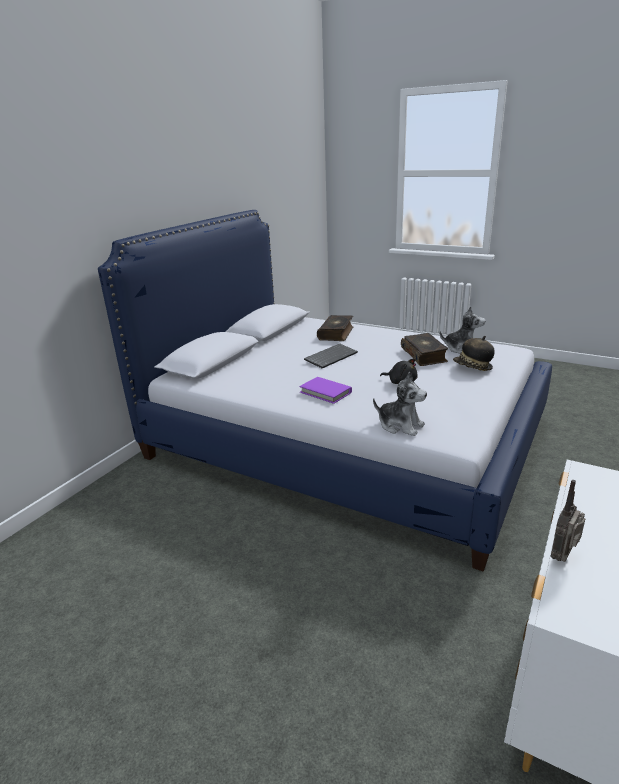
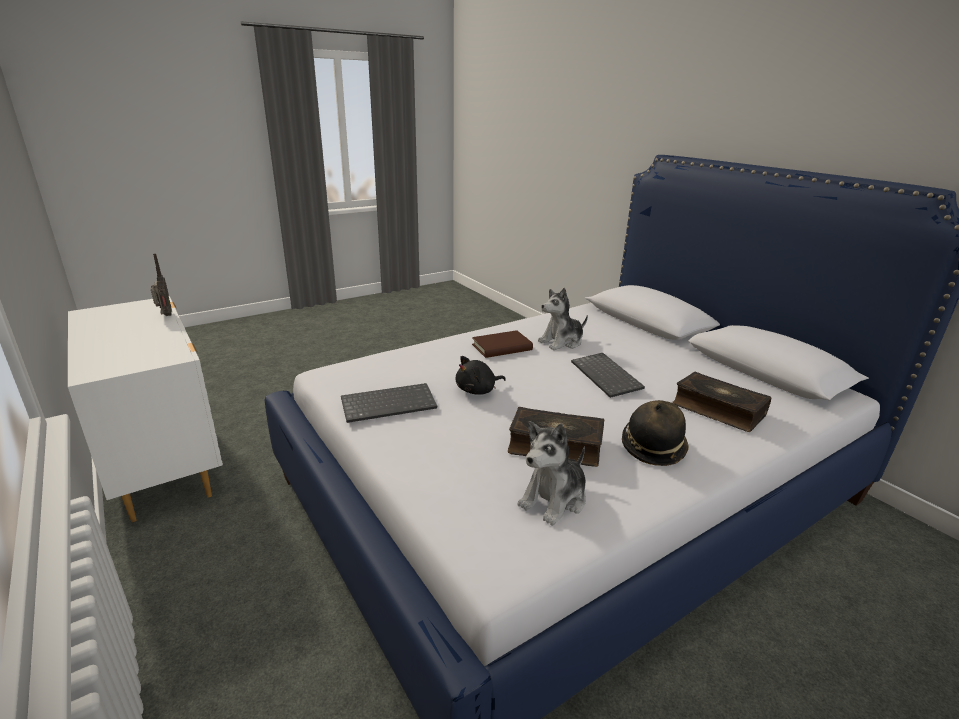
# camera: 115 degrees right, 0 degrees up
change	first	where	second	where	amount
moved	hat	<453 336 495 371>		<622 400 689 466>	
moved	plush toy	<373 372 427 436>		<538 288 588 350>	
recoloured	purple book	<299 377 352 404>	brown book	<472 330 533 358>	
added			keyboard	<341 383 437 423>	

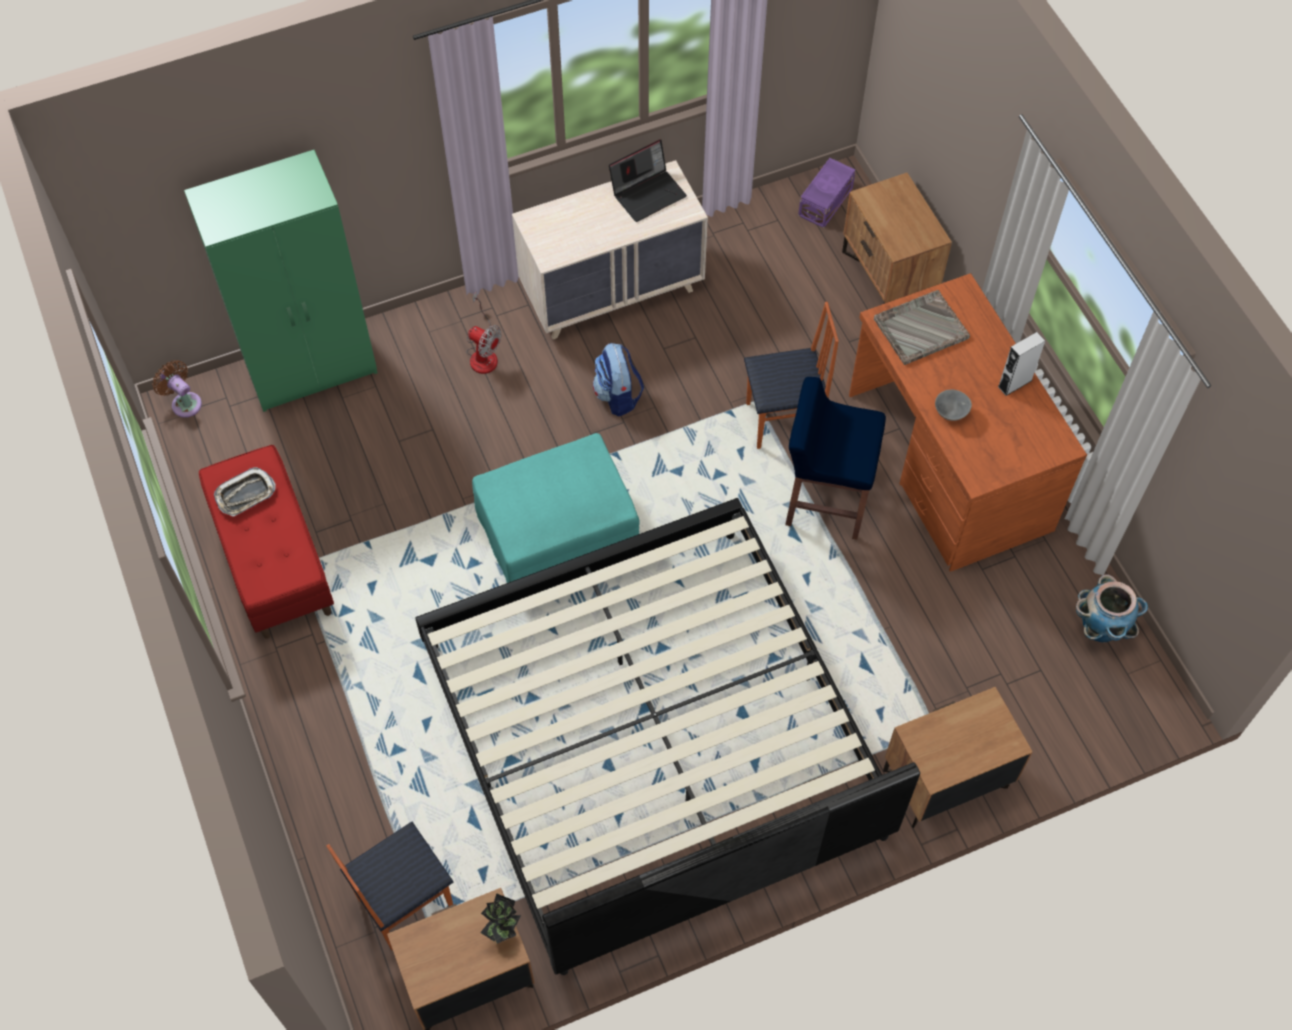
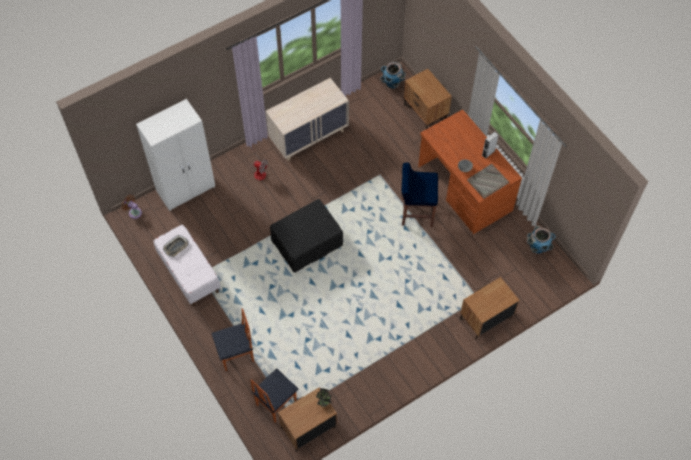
# camera: 10 degrees left, 0 degrees up
change	first	where	second	where	amount
removed	laptop	<609 139 687 222>			
recoloured	green wardrobe	<184 150 377 412>	white wardrobe	<136 99 215 211>	
replaced	purple storage box	<798 158 856 228>	planter	<380 62 406 89>	
moved	grey tray	<874 290 970 365>		<467 164 509 199>	
moved	chair	<744 302 839 449>		<212 308 254 371>	
removed	backpack	<593 343 644 416>			
recoloured	turquoise ottoman	<472 433 640 583>	black ottoman	<270 199 343 273>	
recoloured	red bench	<199 445 334 639>	white bench	<154 225 221 307>	
removed	bed	<415 498 920 975>			

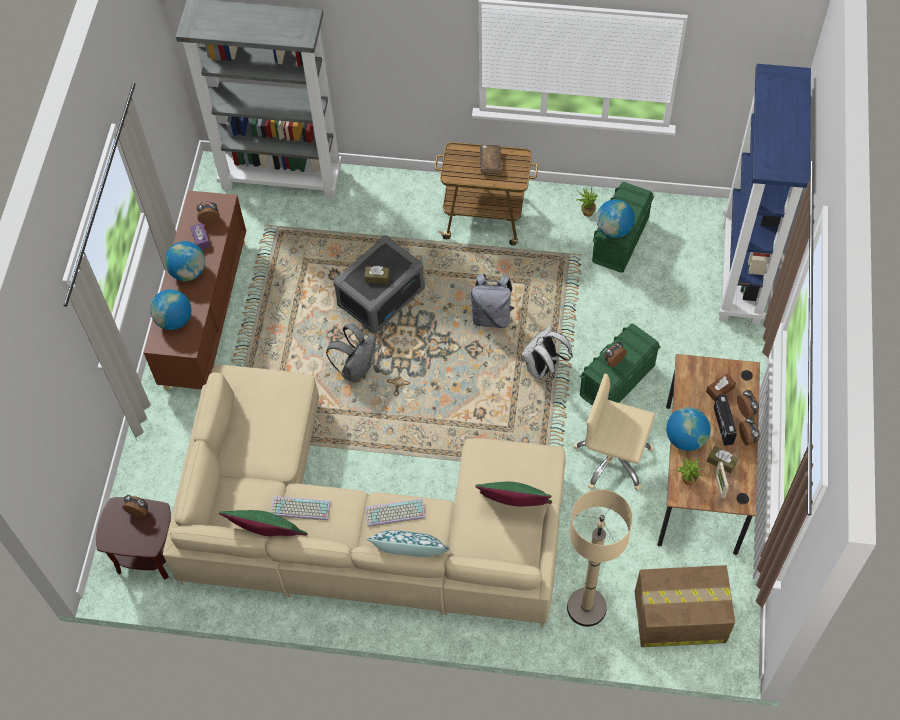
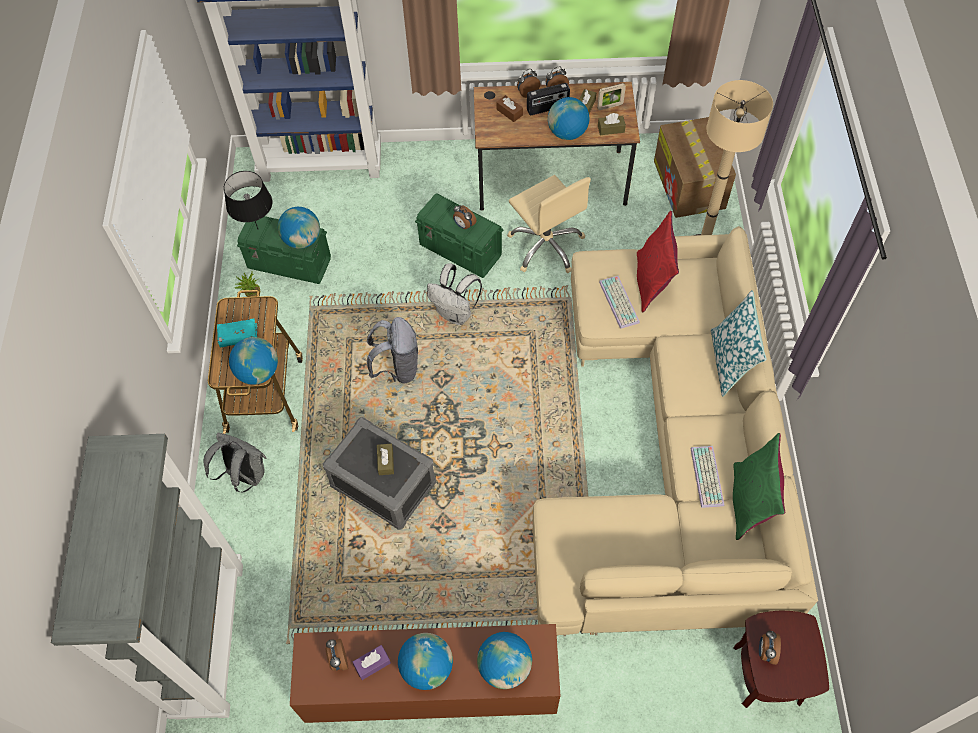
# camera: 100 degrees left, 0 degrees up
change	first	where	second	where	amount
recoloured	brown book	<480 145 502 175>	turquoise book	<217 318 257 348>	
moved	grey backpack	<326 323 376 383>		<204 433 267 492>	
turned	beige office chair	<573 373 655 490>		<507 175 591 273>	45 degrees counterclockwise
replaced	potted plant	<676 457 706 485>	brown tissue box	<598 113 626 135>	
recoloured	green pillow	<476 482 552 506>	red pillow	<637 211 679 312>	
moved	keyboard	<365 499 426 526>		<599 276 640 329>	
added			black table lamp	<224 171 273 229>	
added			globe	<229 337 278 385>	

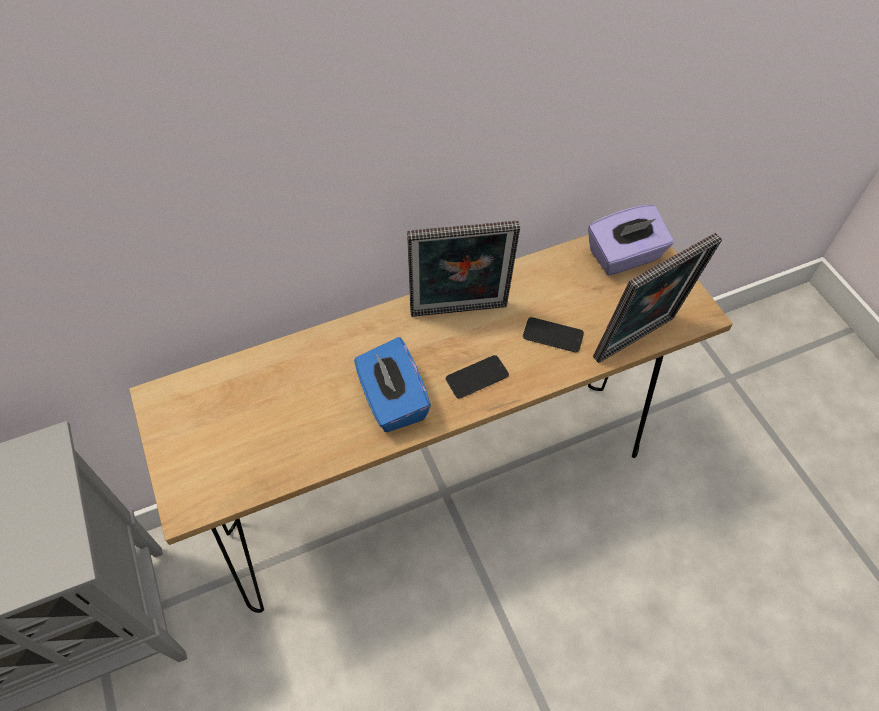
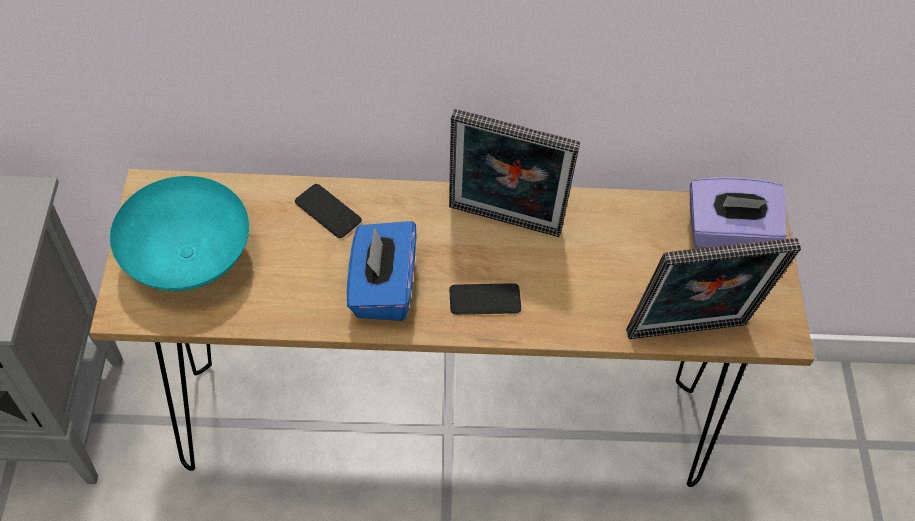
# camera: 20 degrees right, 0 degrees up
change	first	where	second	where	amount
moved	phone	<523 317 584 352>		<295 184 362 238>	
added			turquoise bowl	<110 176 249 291>	

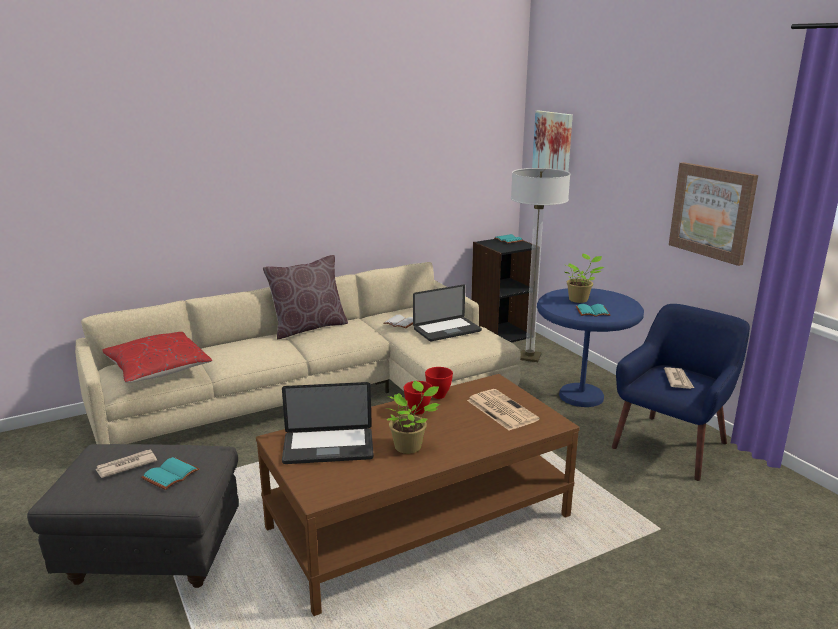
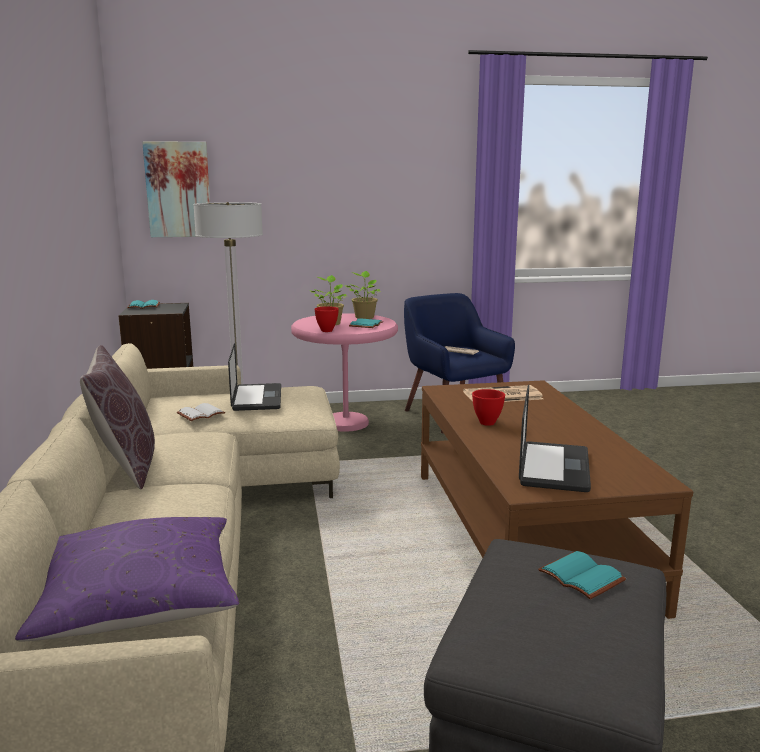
# camera: 70 degrees left, 5 degrees down
change	first	where	second	where	amount
removed	picture	<669 162 758 266>			
recoloured	blue side table	<537 288 644 407>	pink side table	<291 313 398 432>	
recoloured	red pillow	<102 332 213 383>	purple pillow	<15 517 239 641>	
moved	red bowl	<425 367 453 399>		<314 306 339 332>	
moved	potted plant	<386 381 440 454>		<345 271 381 319>	
removed	newspaper	<95 450 157 478>			

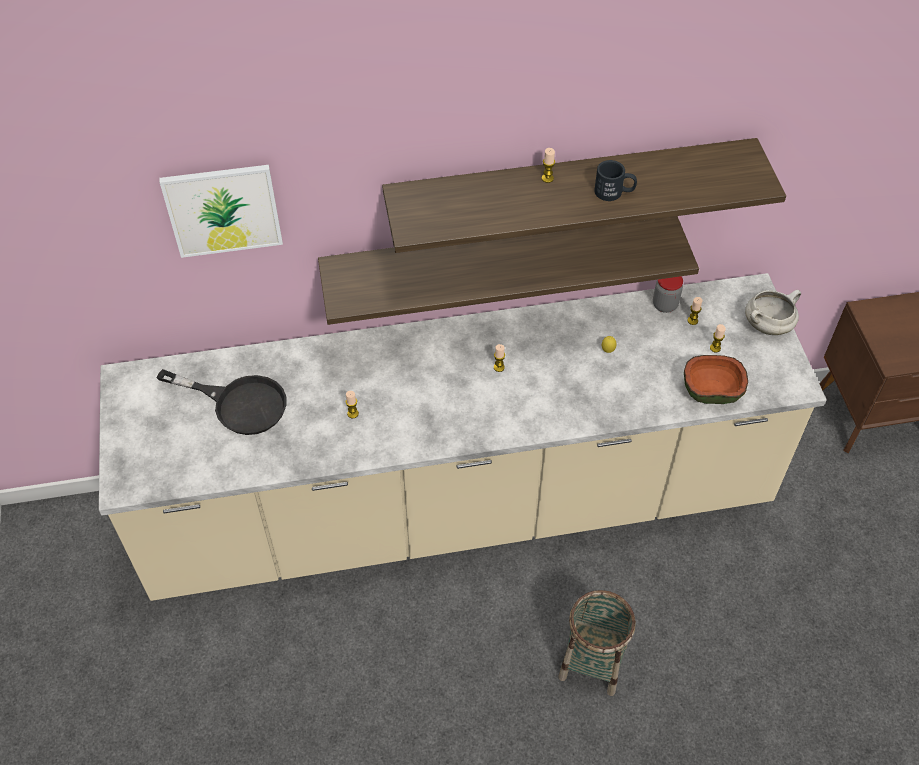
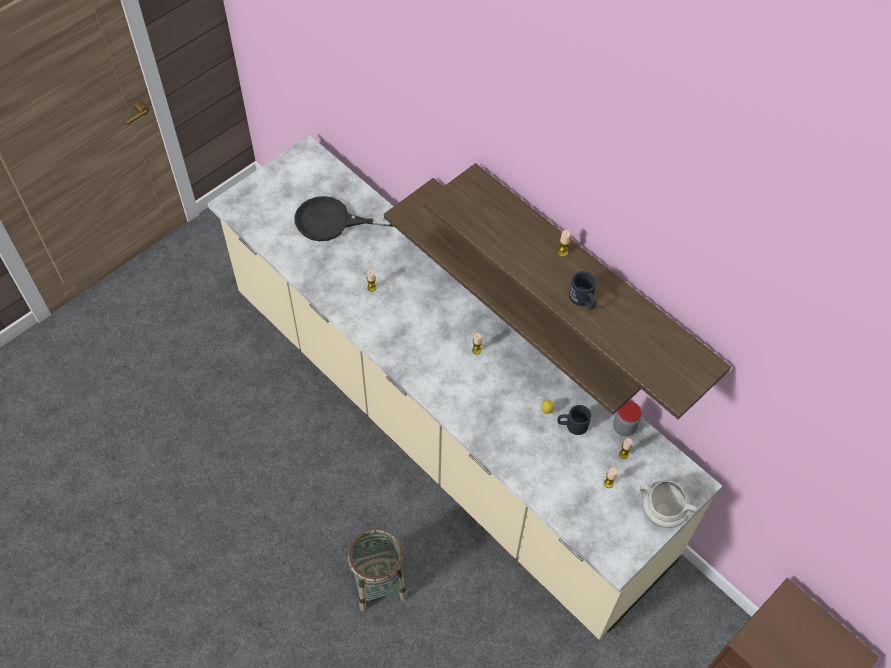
# camera: 55 degrees right, 5 degrees up
change	first	where	second	where	amount
removed	picture	<159 165 283 258>			
removed	bowl	<684 355 748 404>			
turned	black frying pan	<157 369 287 435>		<294 196 394 241>	105 degrees clockwise
added			black mug	<557 405 591 435>	

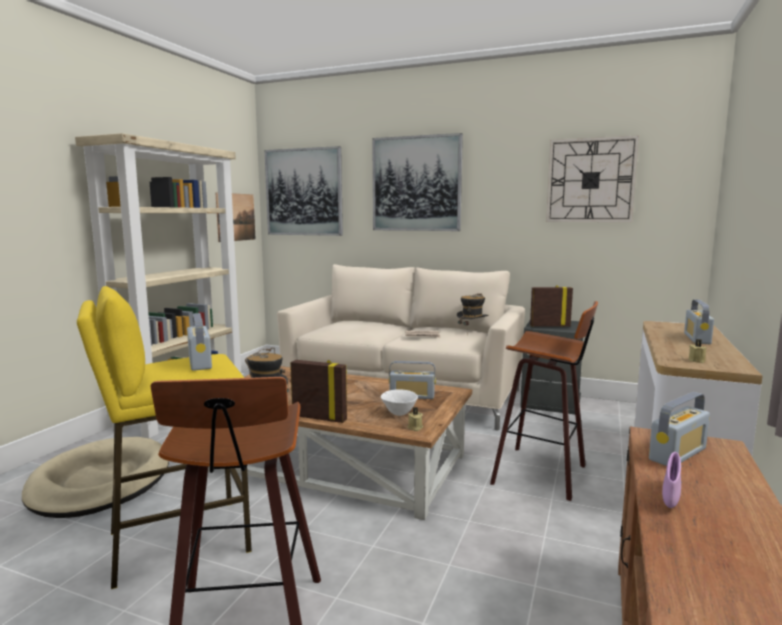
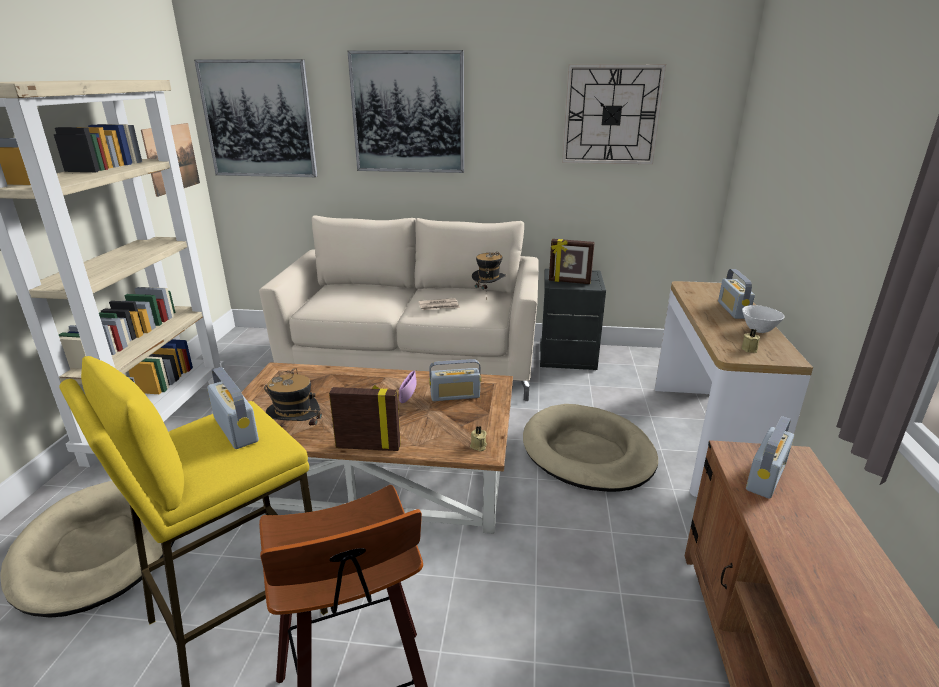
# camera: 15 degrees left, 15 degrees up
change	first	where	second	where	amount
turned	picture frame	<530 286 573 327>		<549 239 595 284>	150 degrees counterclockwise
replaced	stool	<490 301 598 501>	beige dog bed	<523 404 658 492>	
moved	white bowl	<381 389 418 416>		<742 305 785 333>	
moved	purple bowl	<662 452 681 508>		<399 370 417 403>	

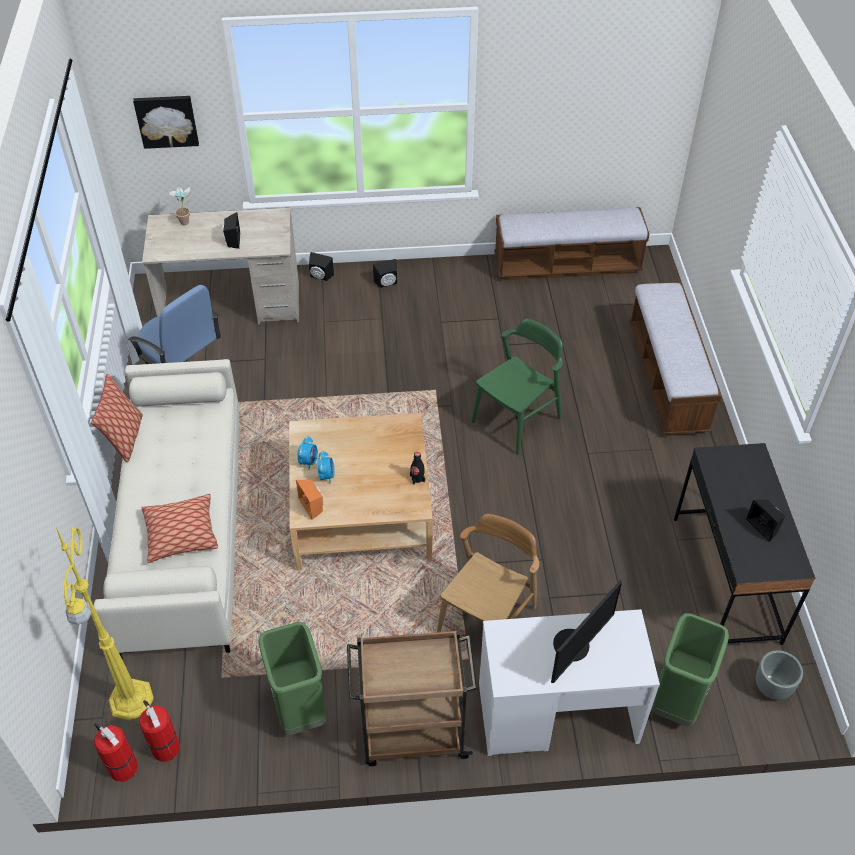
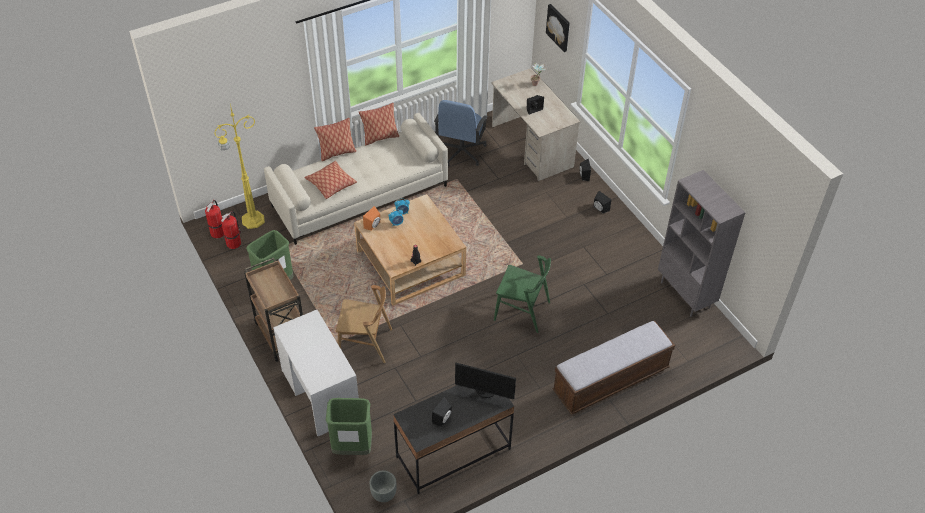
# camera: 65 degrees right, 0 degrees up
change	first	where	second	where	amount
replaced	bench	<494 207 649 281>	grey bookcase	<658 170 746 317>	
moved	monitor	<551 580 622 683>		<455 362 516 400>	
added			pillow	<314 118 356 161>	

